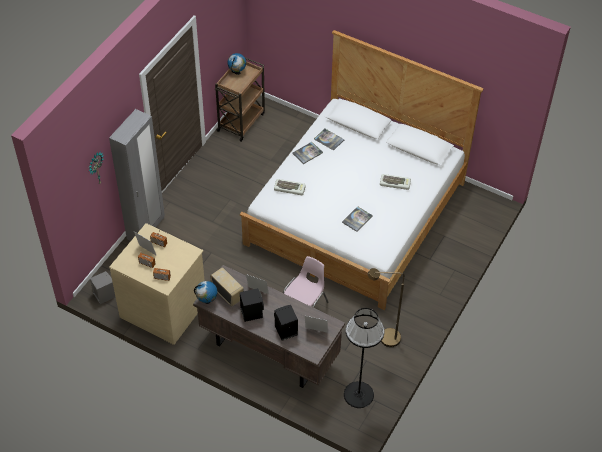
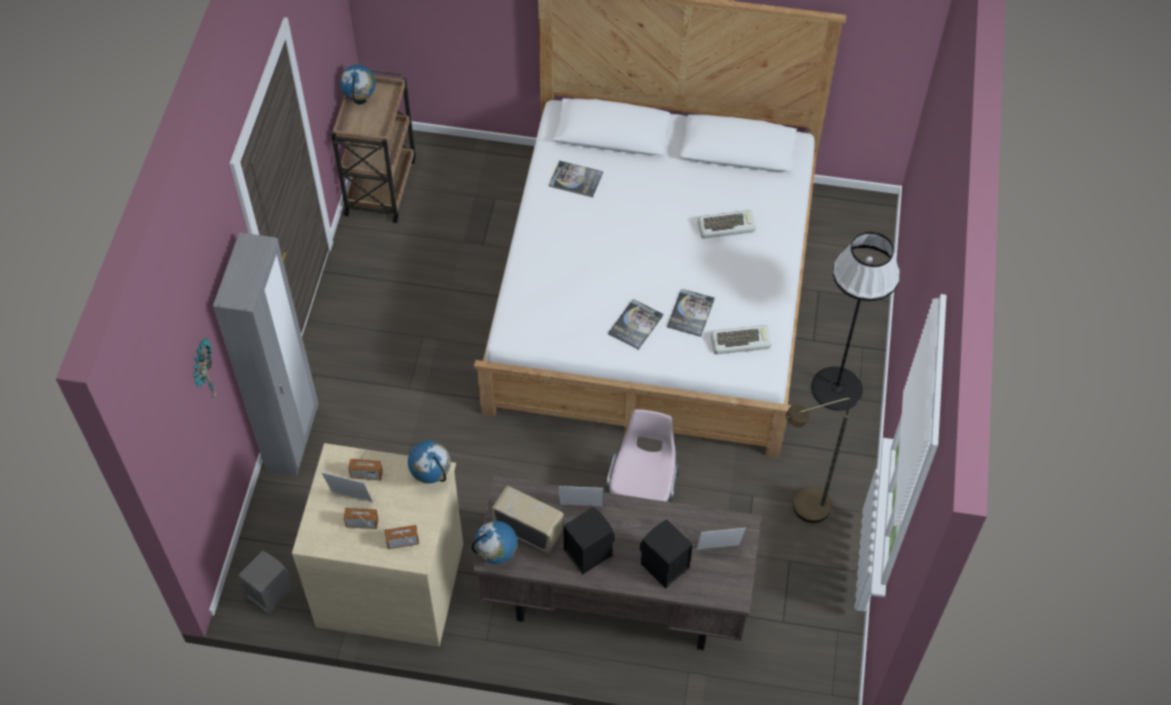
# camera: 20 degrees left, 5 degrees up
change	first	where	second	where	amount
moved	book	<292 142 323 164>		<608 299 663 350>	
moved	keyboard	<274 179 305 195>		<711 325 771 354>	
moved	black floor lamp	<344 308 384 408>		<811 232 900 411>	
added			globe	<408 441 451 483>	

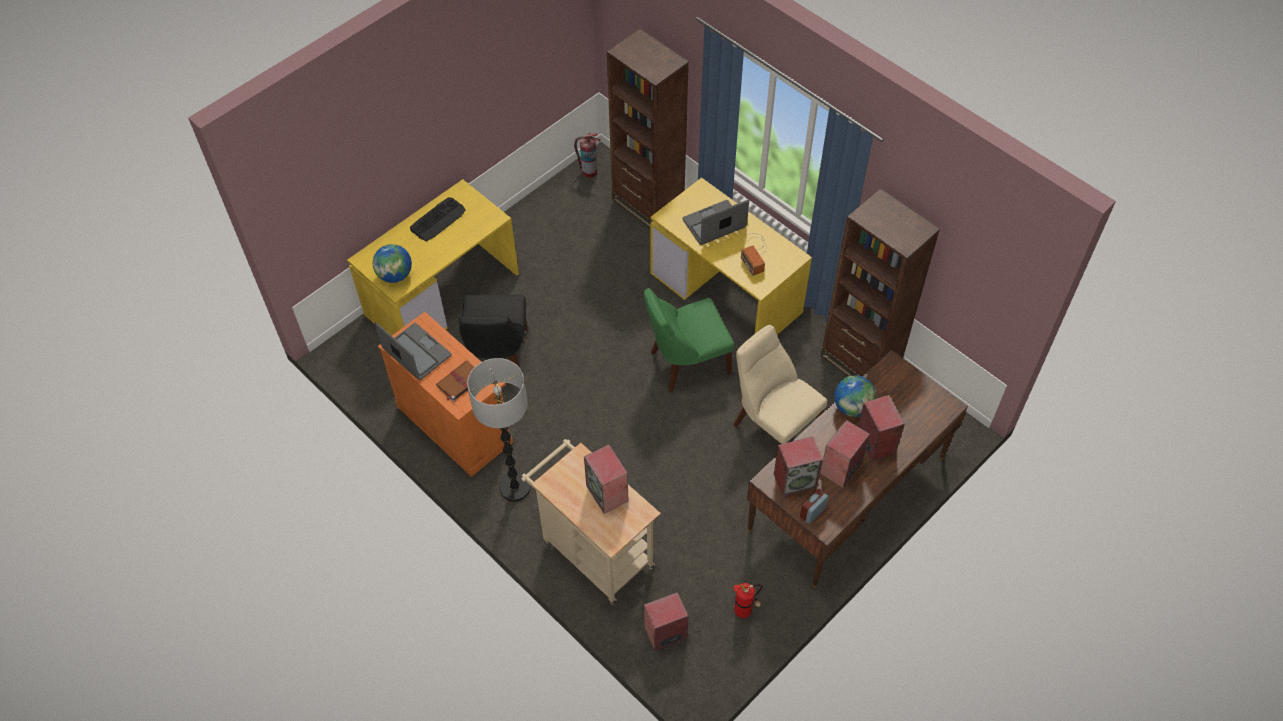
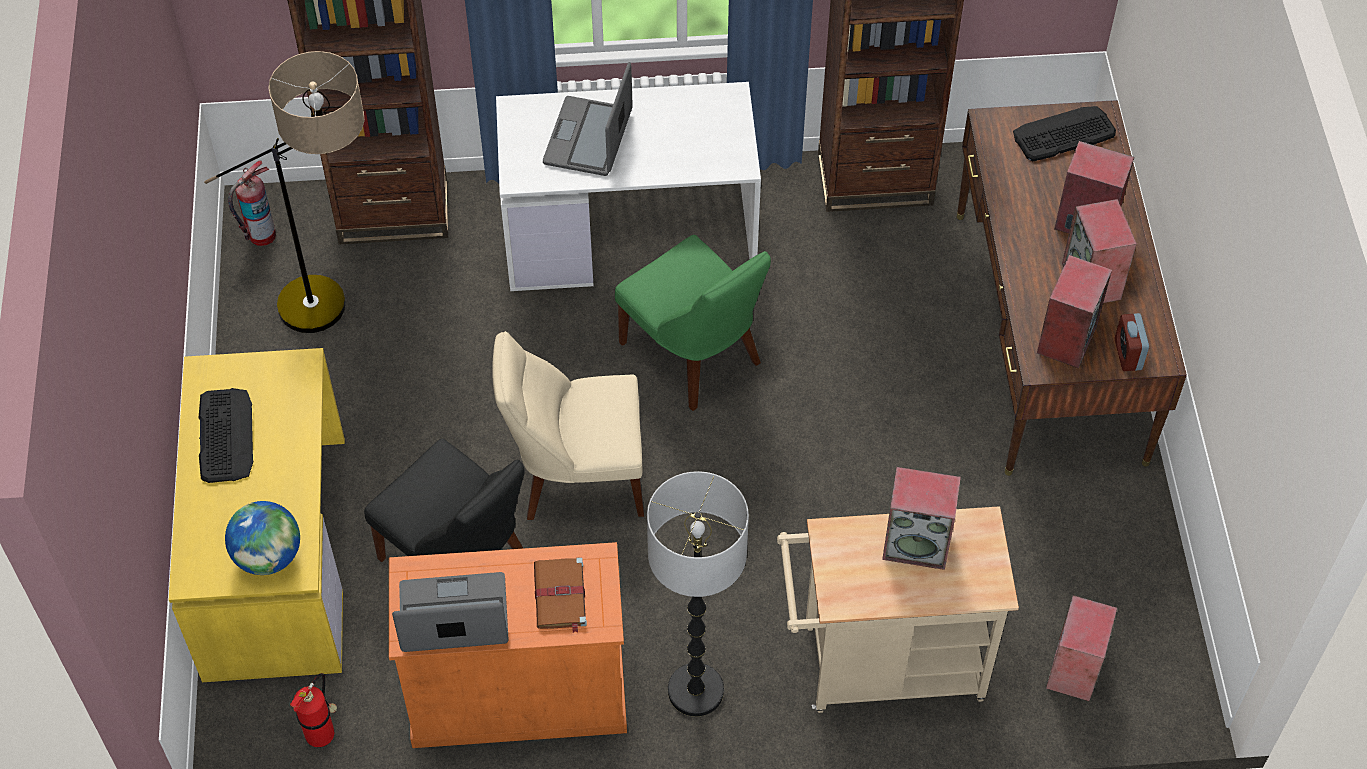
# camera: 50 degrees left, 0 degrees up
change	first	where	second	where	amount
recoloured	yellow desk	<650 178 812 335>	white desk	<496 82 761 291>	
removed	radio	<740 233 767 276>			
turned	green chair	<644 288 734 393>		<615 235 771 411>	60 degrees counterclockwise
moved	beige chair	<734 325 827 445>		<492 331 644 520>	
removed	globe	<834 375 876 417>			
moved	fire extinguisher	<733 583 762 618>		<290 673 337 747>	
added			floor lamp	<204 51 364 333>	
added			keyboard	<1013 106 1116 162>	

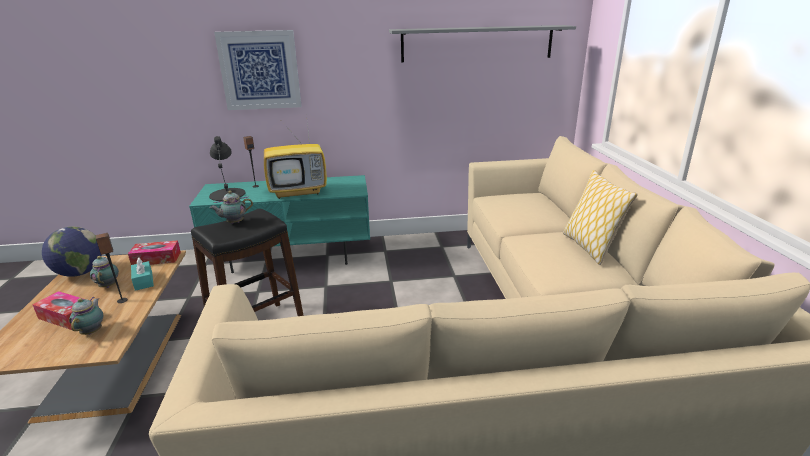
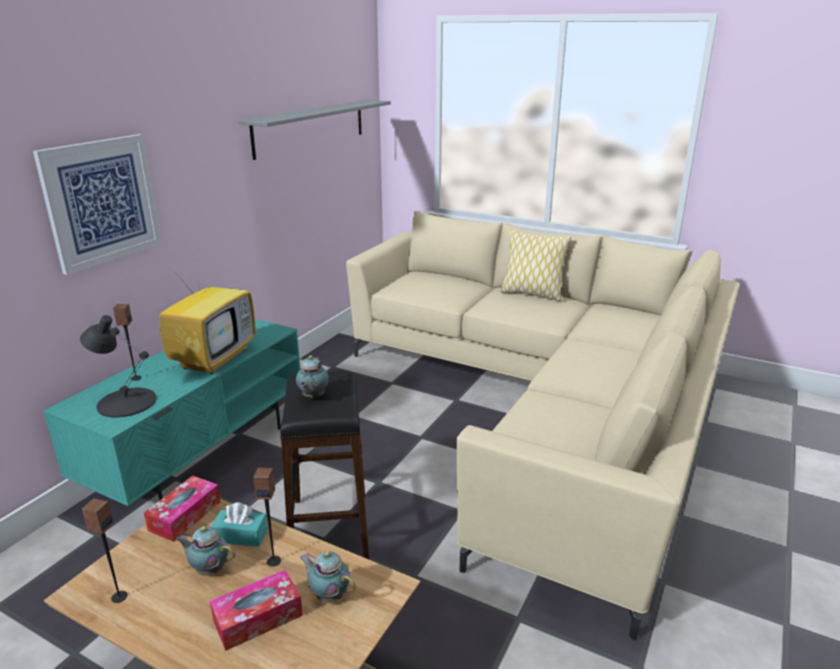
# camera: 55 degrees left, 0 degrees up
change	first	where	second	where	amount
replaced	globe	<42 227 102 277>	speaker	<82 498 128 603>	

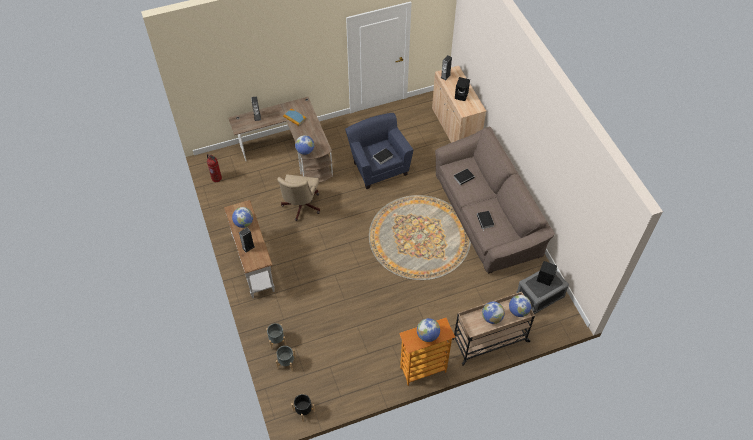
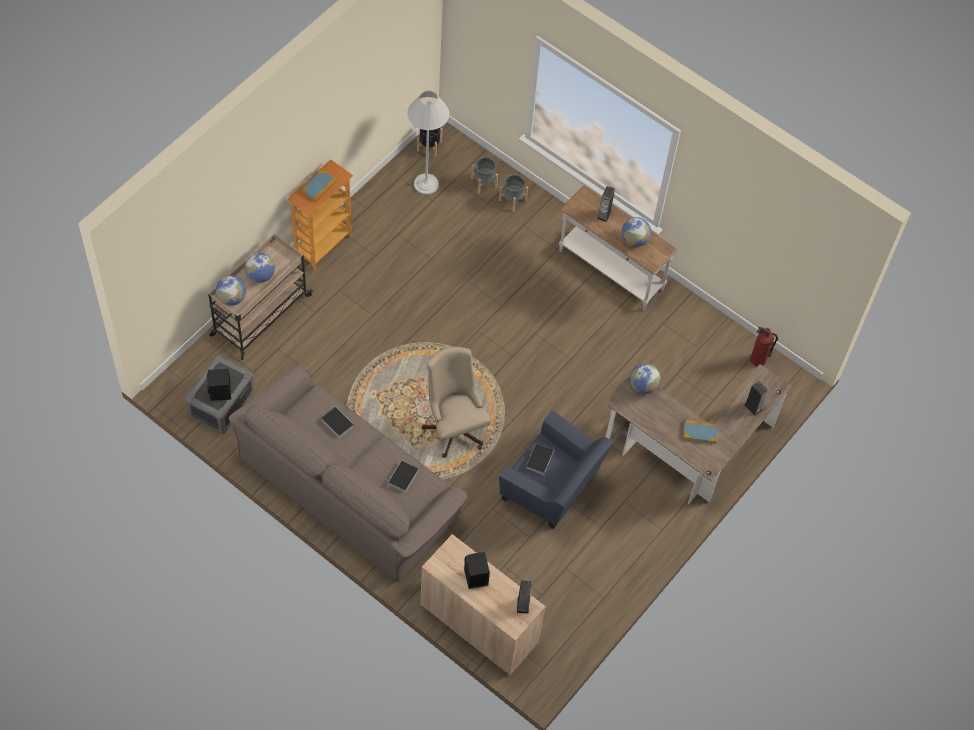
# camera: 145 degrees right, 5 degrees up
change	first	where	second	where	amount
moved	beige office chair	<277 174 320 221>		<422 347 491 458>	
replaced	globe	<417 318 440 342>	book	<301 169 337 201>	
added			white floor lamp	<407 91 449 195>	

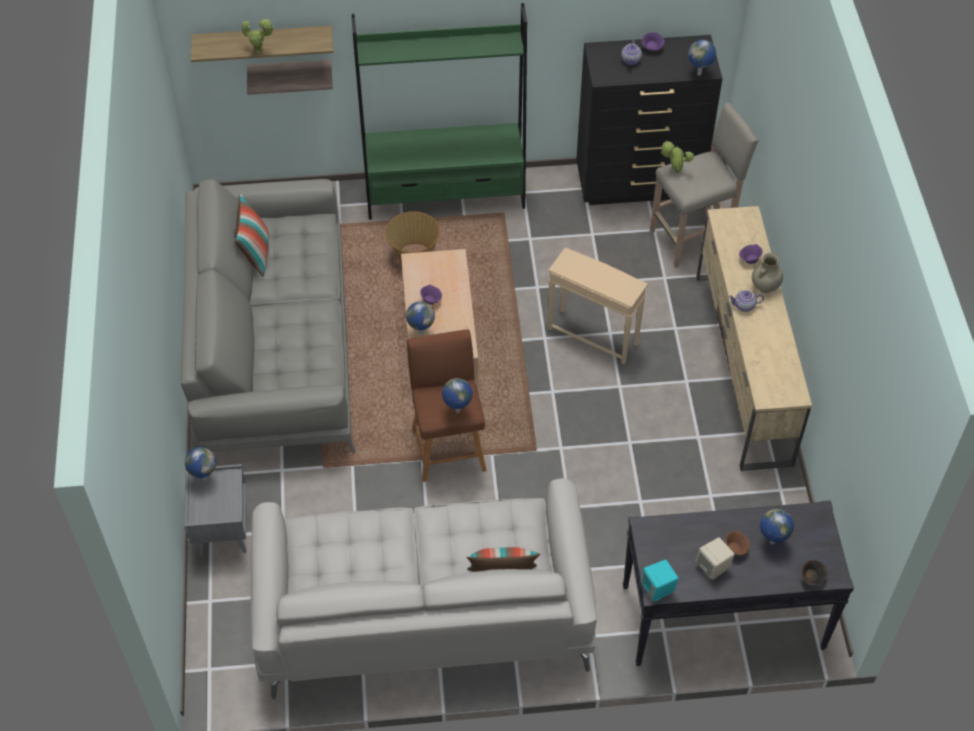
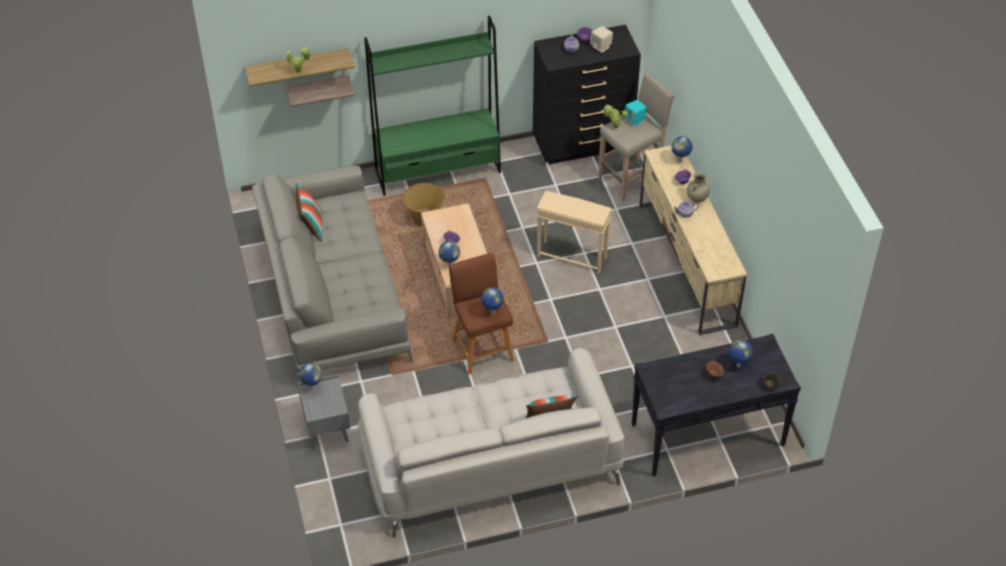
# camera: 10 degrees left, 5 degrees down
change	first	where	second	where	amount
moved	globe	<688 40 716 76>		<671 136 693 163>	
moved	beige speaker	<696 537 735 580>		<590 26 613 53>	
moved	turquoise speaker	<640 560 679 601>		<625 100 647 126>	

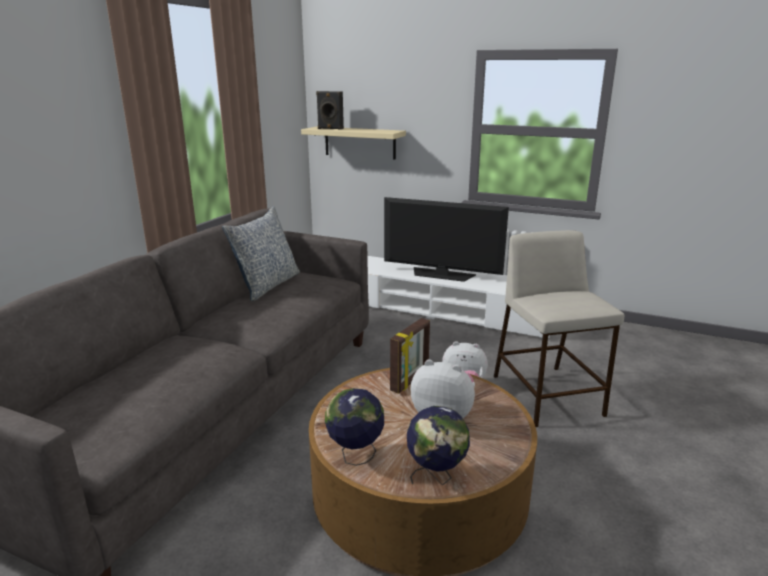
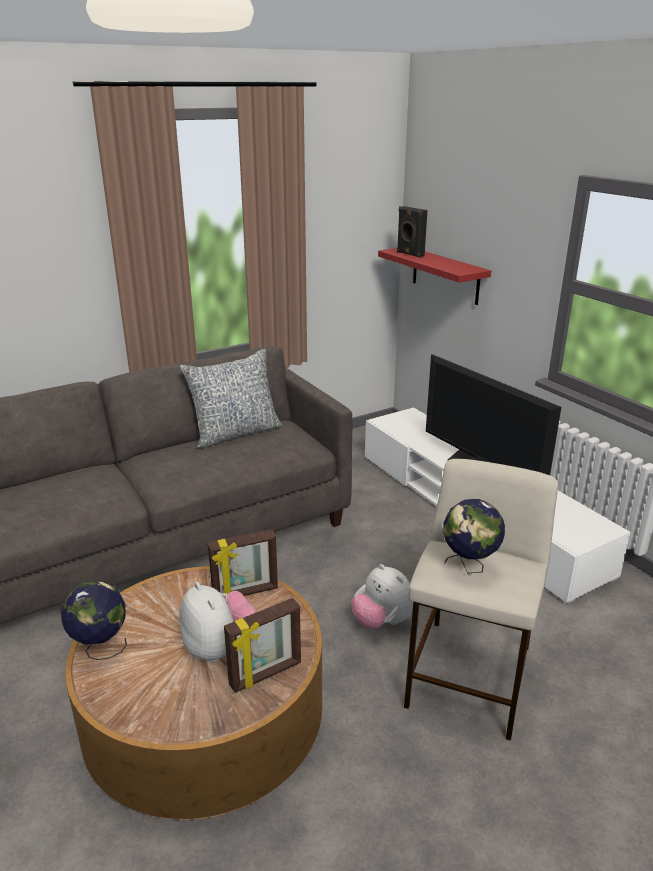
# camera: 35 degrees right, 5 degrees up
change	first	where	second	where	amount
recoloured	beige shelf	<301 126 406 160>	red shelf	<378 248 491 305>	
moved	globe	<407 406 470 485>		<443 499 505 573>	
added			picture frame	<224 598 301 693>	

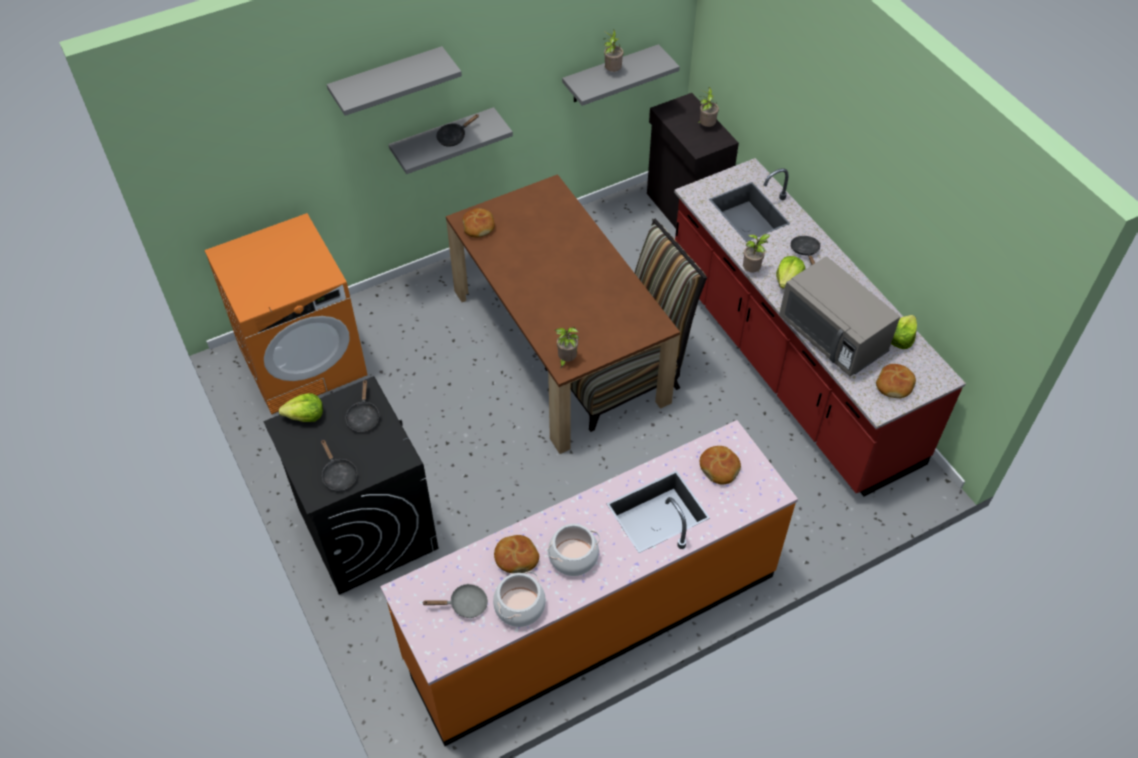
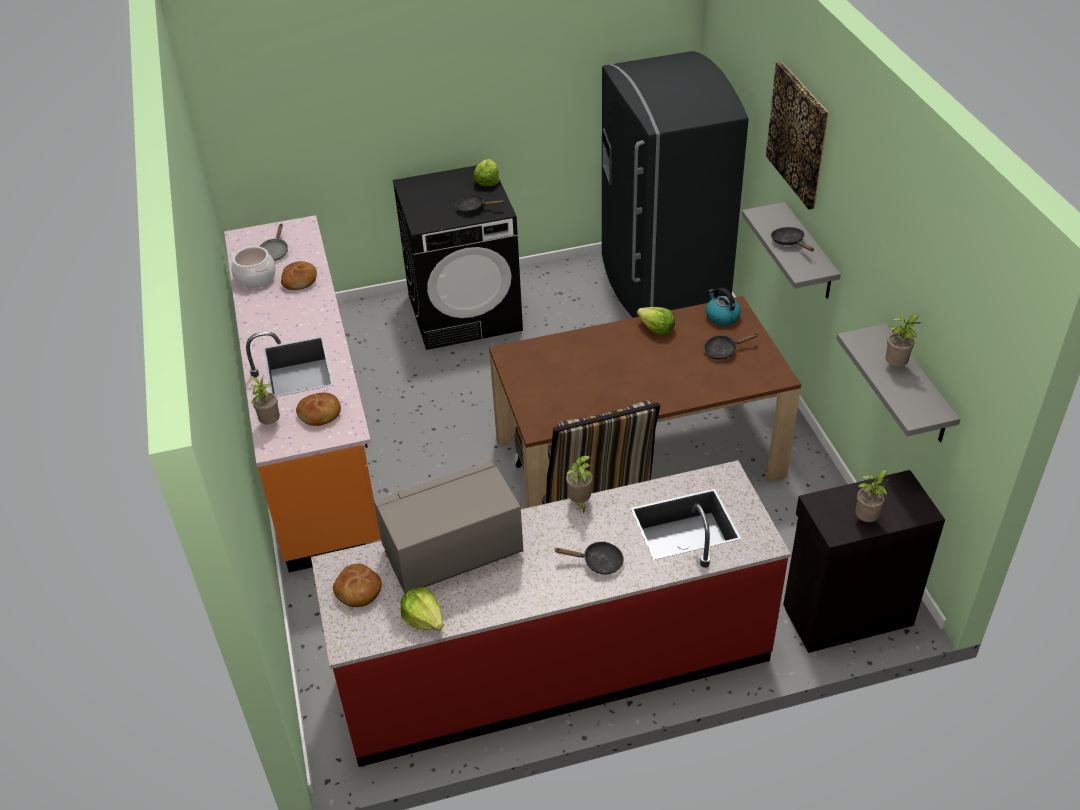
# camera: 105 degrees right, 10 degrees down
change	first	where	second	where	amount
replaced	grey shelf	<327 46 462 116>	picture	<766 62 829 210>	
replaced	bread	<462 208 495 238>	kettle	<706 287 741 325>	
replaced	orange washing machine	<204 213 368 414>	grey fridge	<602 51 749 318>	
moved	lettuce	<776 256 805 289>		<637 307 675 335>	
moved	potted plant	<555 327 579 368>		<250 375 280 424>	
moved	black frying pan	<321 439 357 491>		<704 333 759 360>	
removed	cooking pot	<547 524 600 576>			

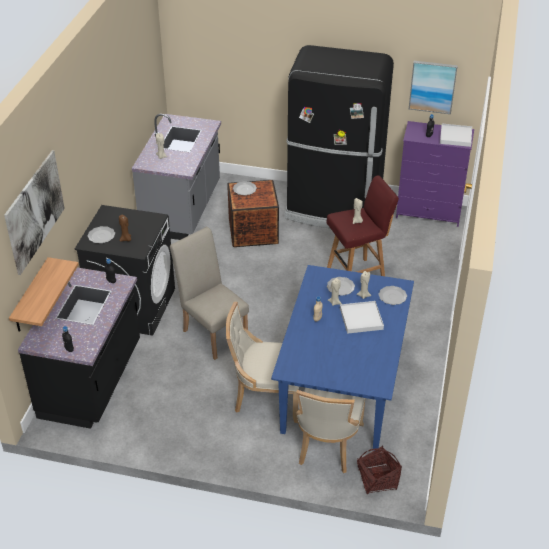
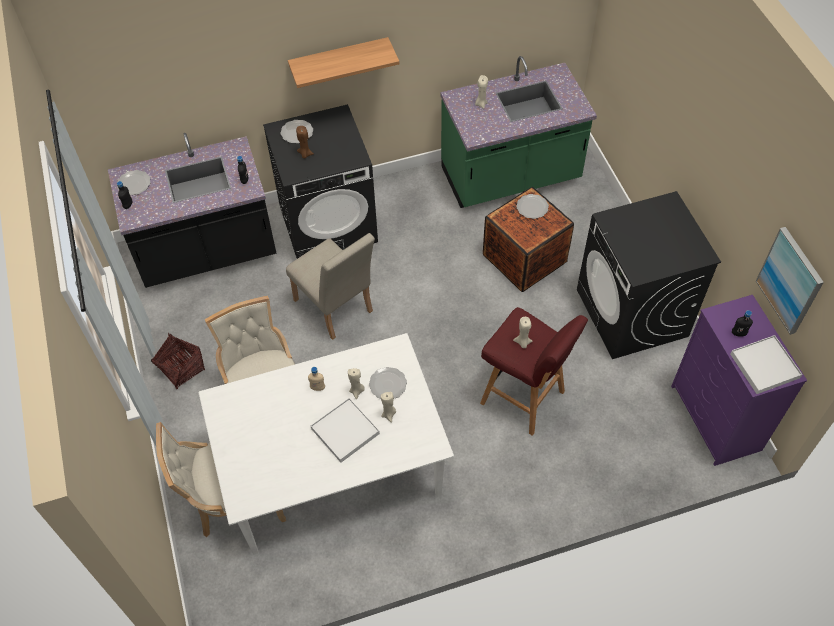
# camera: 60 degrees right, 15 degrees up
change	first	where	second	where	amount
replaced	black fridge	<285 45 394 228>	black washing machine	<577 191 721 359>	
recoloured	grey counter	<132 114 221 240>	green counter	<440 56 597 208>	
removed	picture	<4 150 65 275>			
turned	beige chair	<170 227 249 360>		<286 233 375 340>	120 degrees clockwise
moved	shelf	<9 257 79 332>		<288 37 399 88>	
recoloured	blue dining table	<271 265 414 451>	white dining table	<198 333 454 555>	
moved	plate	<379 286 407 305>		<117 170 151 195>	
moved	basket	<357 446 402 494>		<151 333 205 389>	

